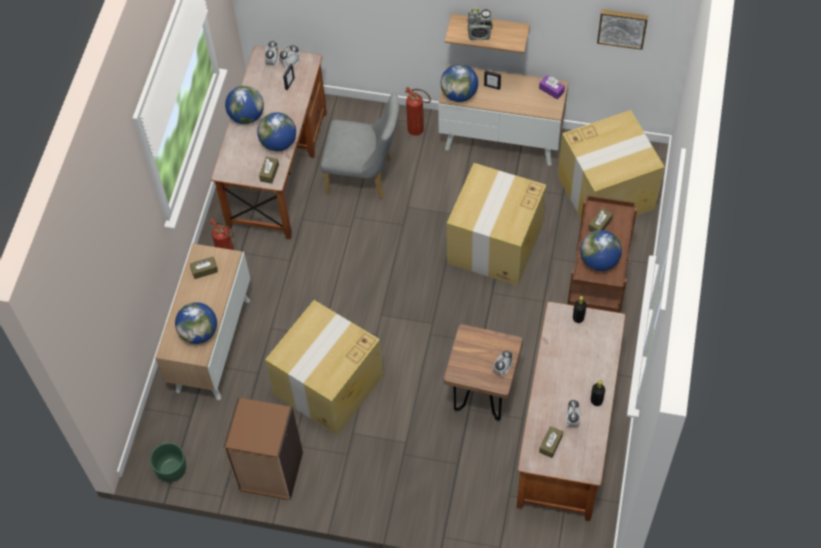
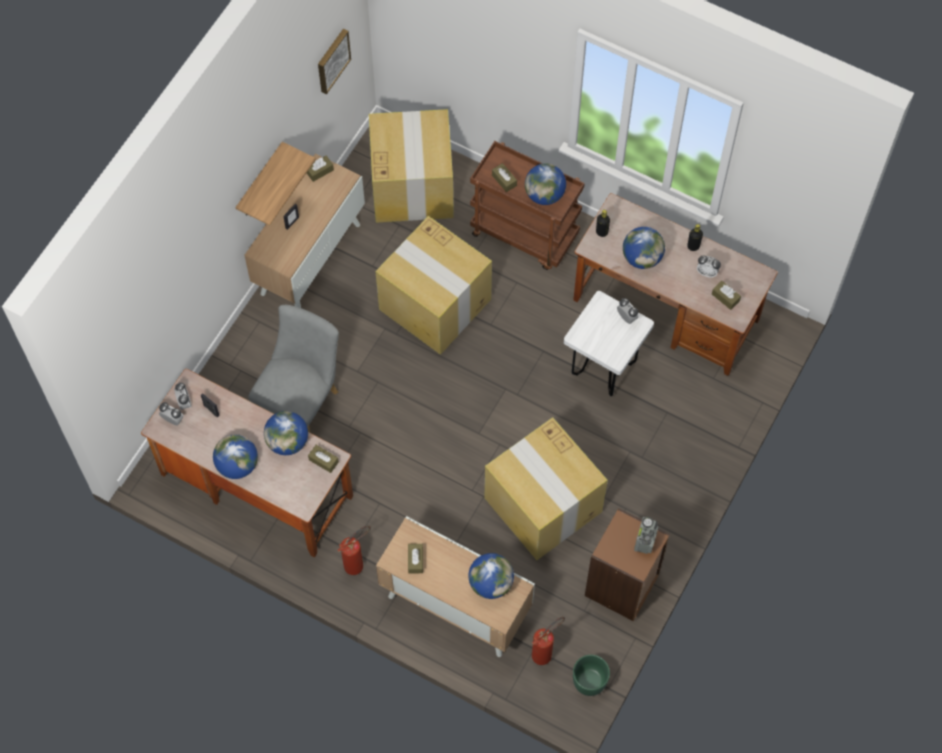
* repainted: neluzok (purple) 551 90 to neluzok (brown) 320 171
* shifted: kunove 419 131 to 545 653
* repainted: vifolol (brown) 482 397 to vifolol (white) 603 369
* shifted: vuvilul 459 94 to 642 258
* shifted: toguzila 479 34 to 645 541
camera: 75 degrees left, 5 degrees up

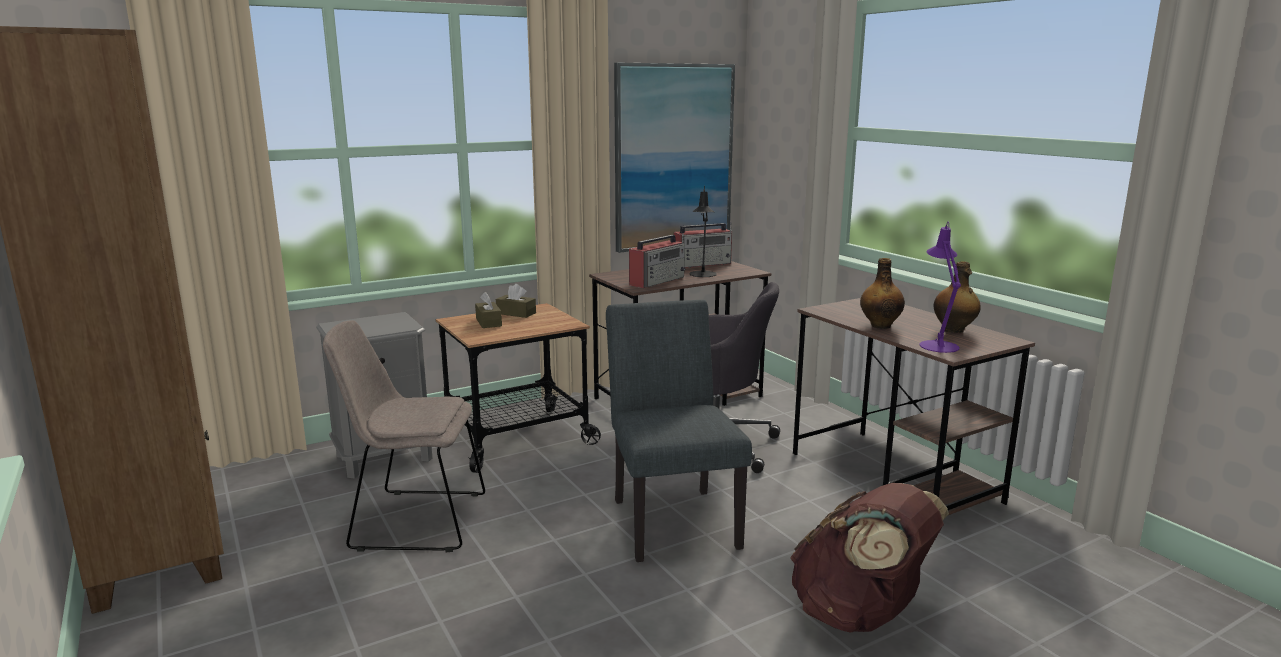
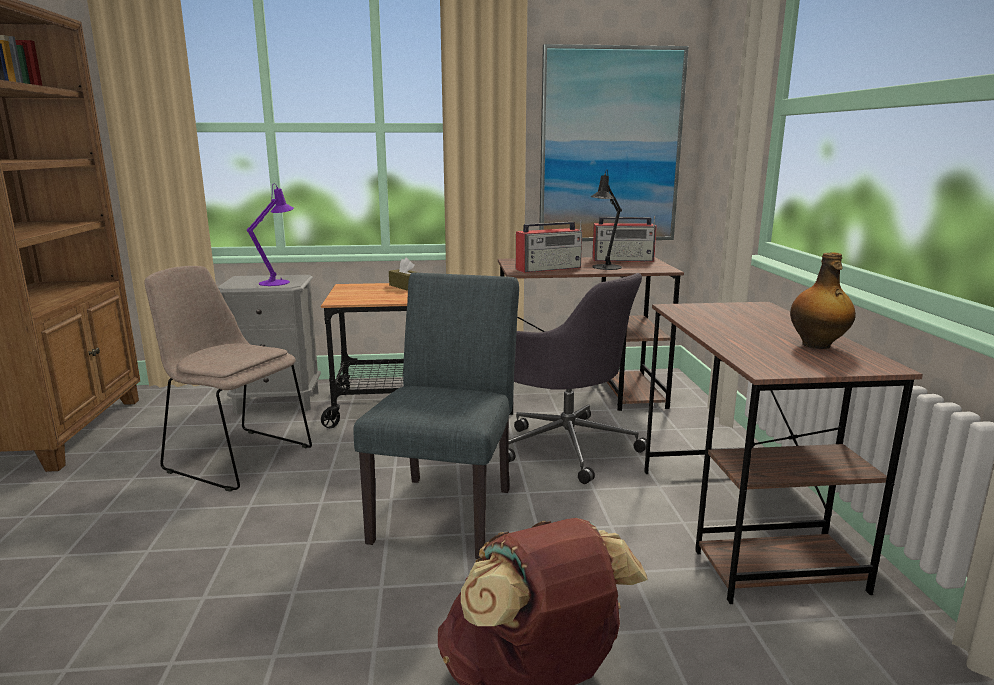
* shifted: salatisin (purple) 937 344 to 278 282
* gone: neluzok (brown) 488 322
* gone: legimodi 880 325
camera: 25 degrees right, 0 degrees up

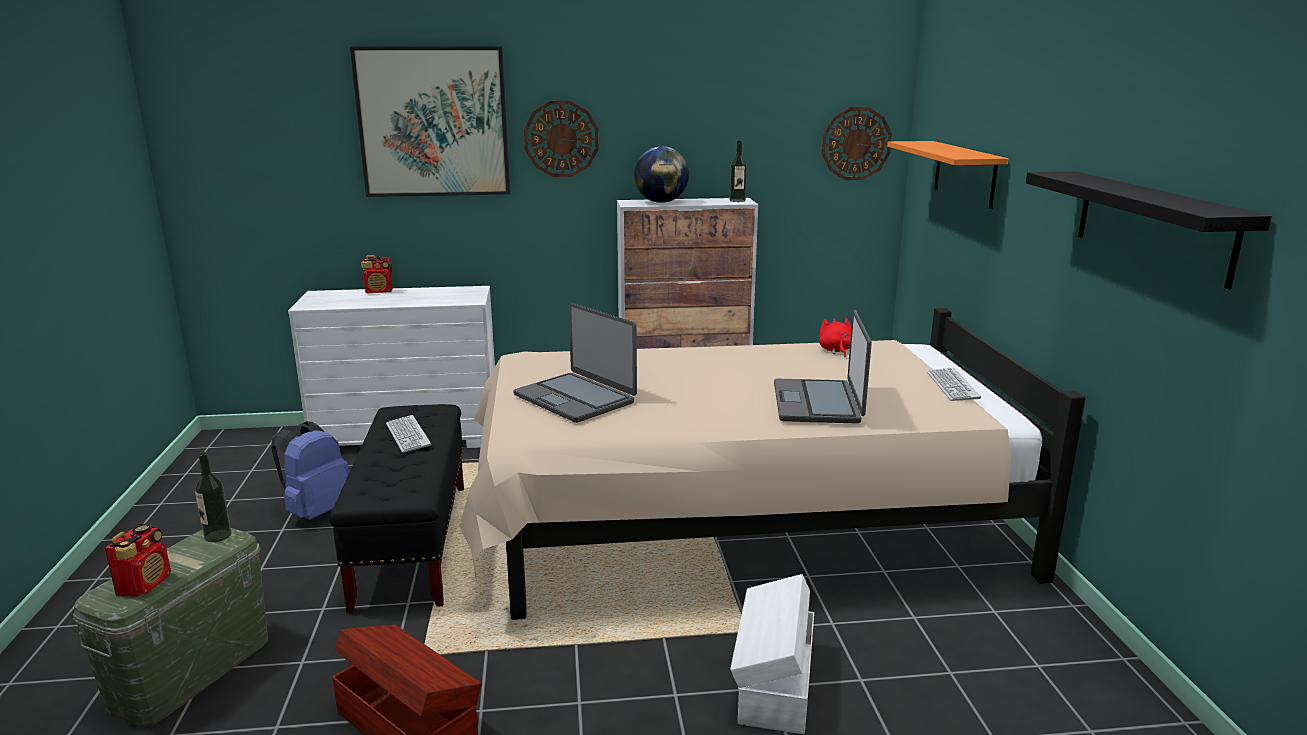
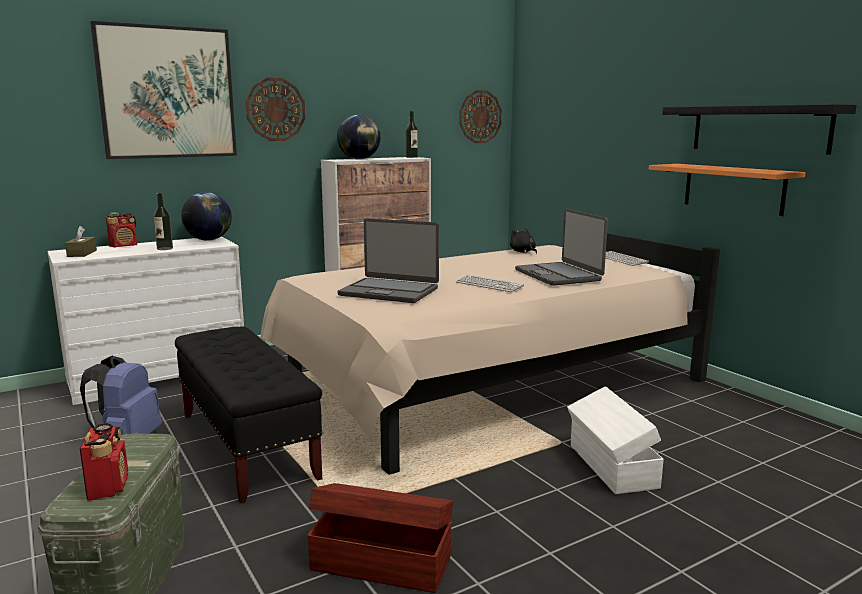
* new: neluzok (brown) 82 253
* shifted: legimodi 218 536 to 165 248
* new: vuvilul 208 240
* shifted: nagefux 408 435 to 489 285
* repainted: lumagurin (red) 835 350 to lumagurin (black) 523 252
* shifted: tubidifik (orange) 965 173 to 733 188
camera: 25 degrees left, 5 degrees down

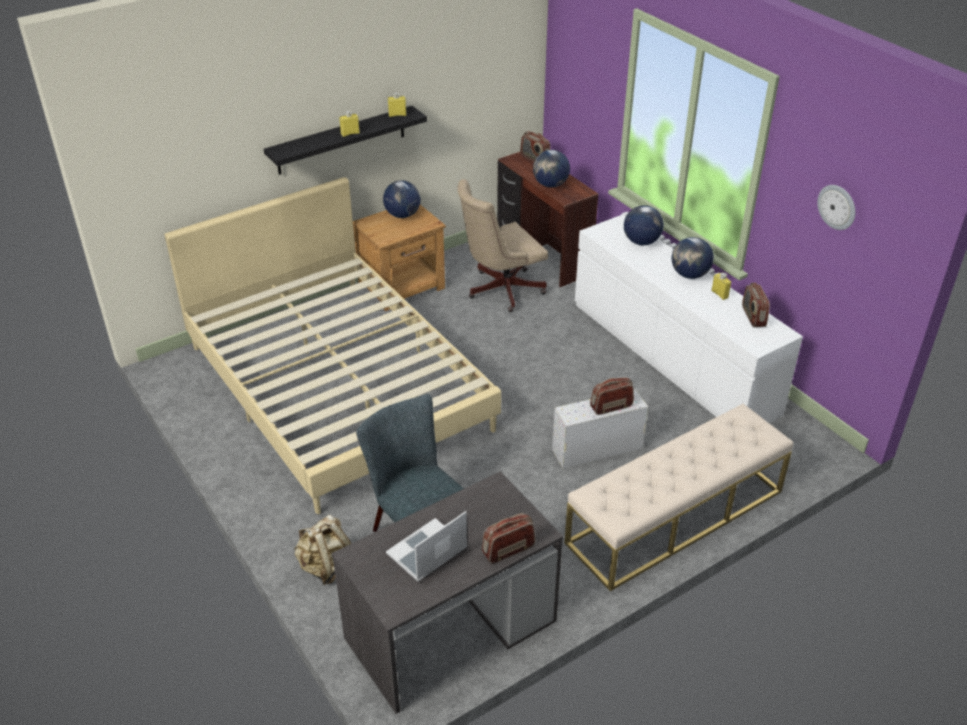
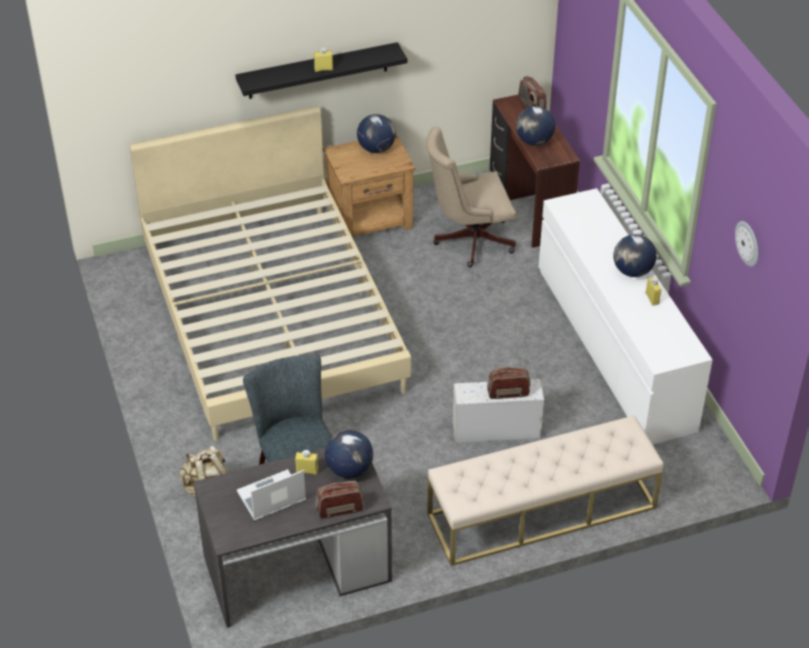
* shifted: legimodi (yellow) 397 115 to 307 471
* shifted: vuvilul 641 242 to 349 469
* gone: toguzila 753 316
camera: 15 degrees right, 5 degrees up

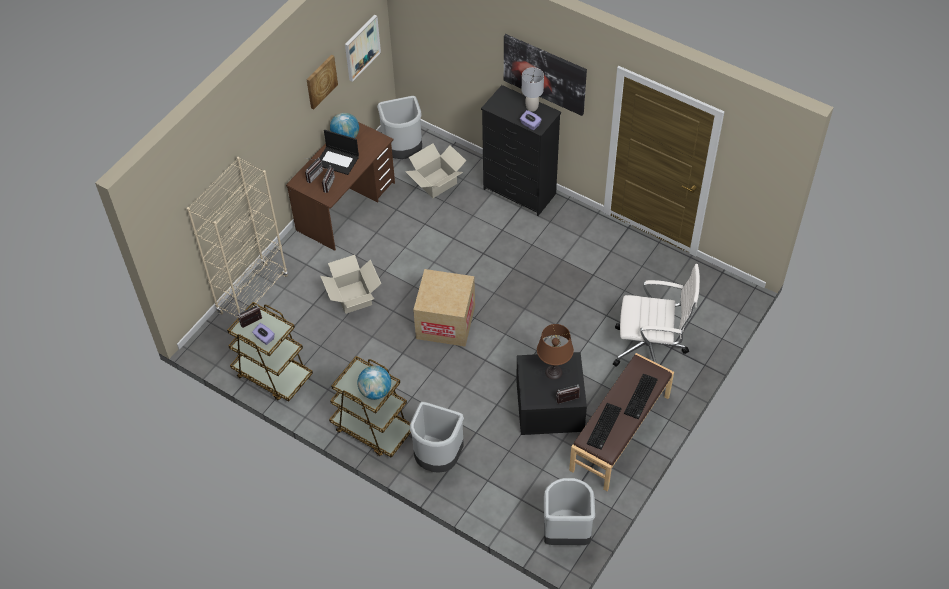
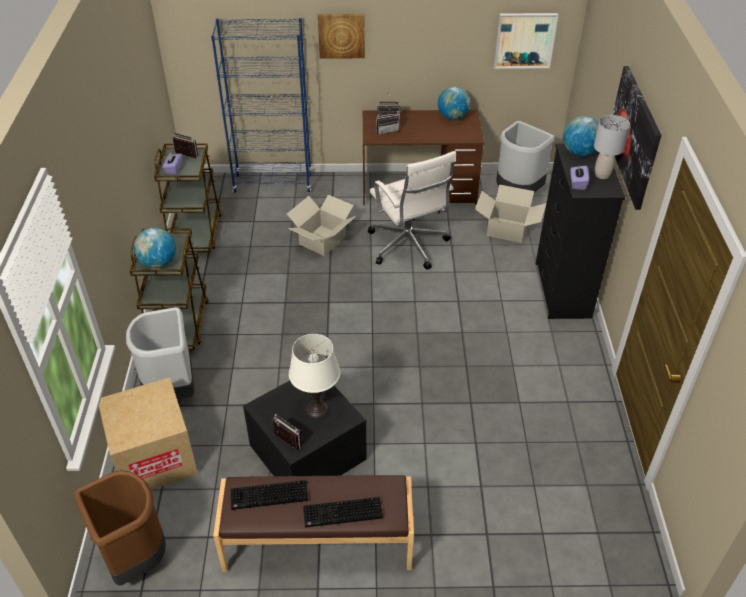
* repainted: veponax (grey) 566 534 to veponax (brown) 136 559
* shifted: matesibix 445 322 to 154 458
* repainted: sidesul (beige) 253 294 to sidesul (blue) 273 183
* repainted: salatisin (brown) 553 372 to salatisin (white) 317 409
* shifted: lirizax 321 81 to 341 35
* shifted: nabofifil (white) 650 349 to 408 246
* new: vuvilul 579 152
* gone: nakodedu 338 160
camera: 55 degrees right, 10 degrees down

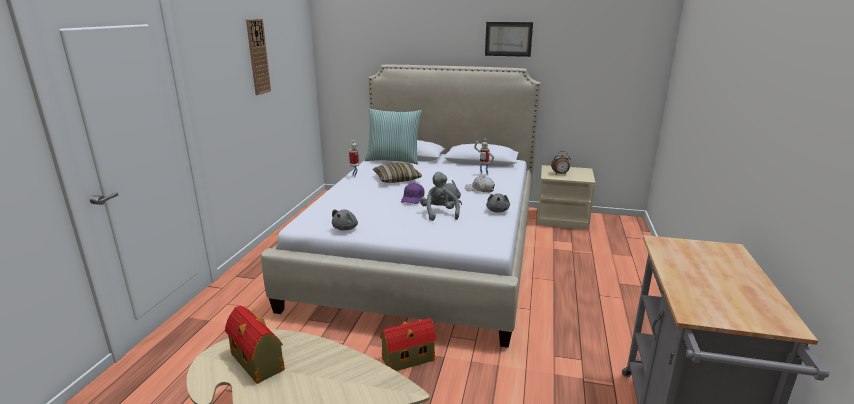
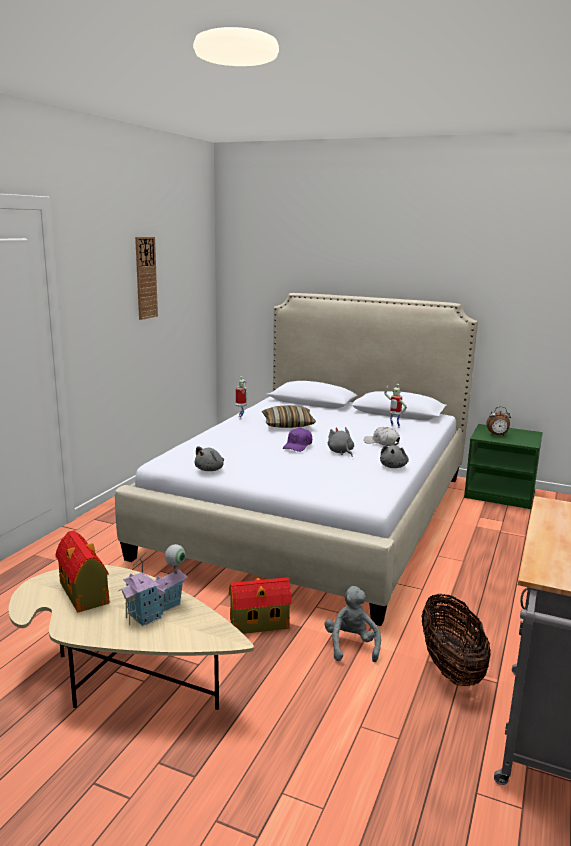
* new: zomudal 155 611
* shifted: lumagurin (grey) 439 213 to 351 645
* new: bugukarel 450 667
* repainted: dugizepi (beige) 562 219 to dugizepi (green) 500 494
* gone: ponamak 393 160
* gone: lirizax 508 39
camera: 10 degrees right, 5 degrees down

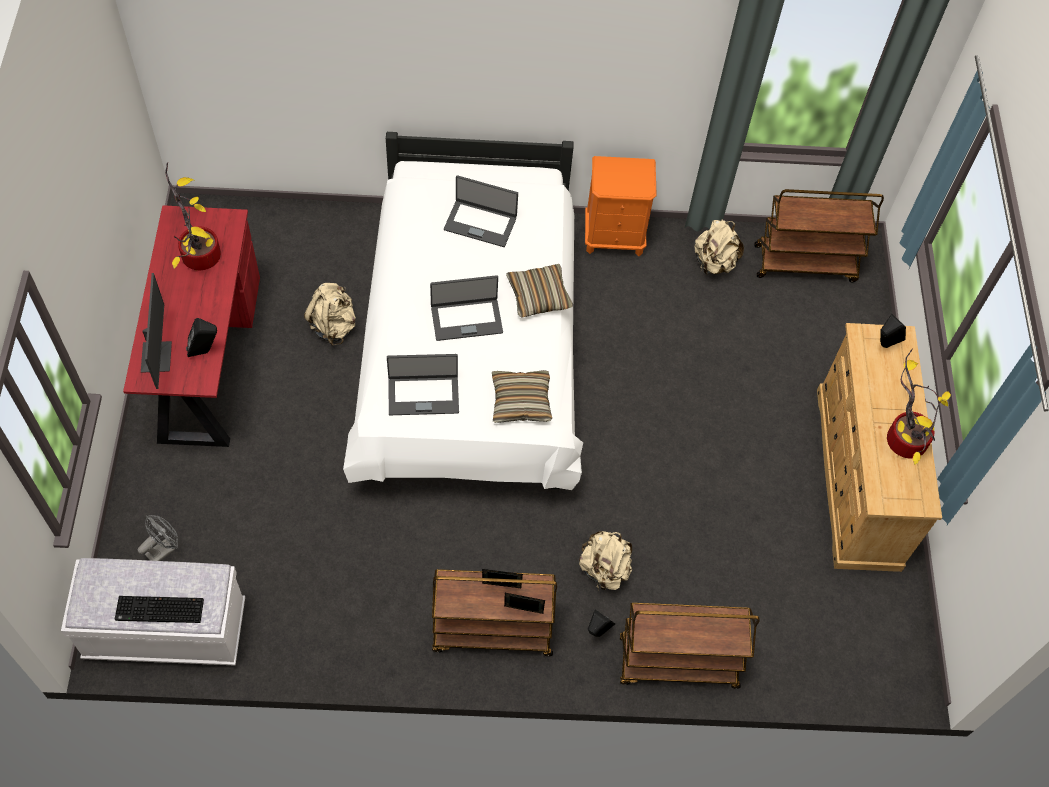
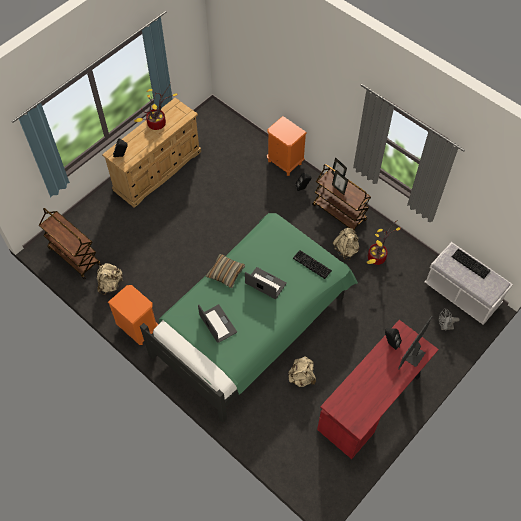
* repainted: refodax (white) 470 352 to refodax (green) 253 321
* swapped: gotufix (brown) 677 664 to dugizepi (orange) 285 162
* swapped: nakodedu 423 395 to nagefux 311 265
* shifted: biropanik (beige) 604 569 to 346 249
* shifted: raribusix 198 254 to 377 258
* gone: ponamak 521 401
camera: 135 degrees left, 0 degrees up

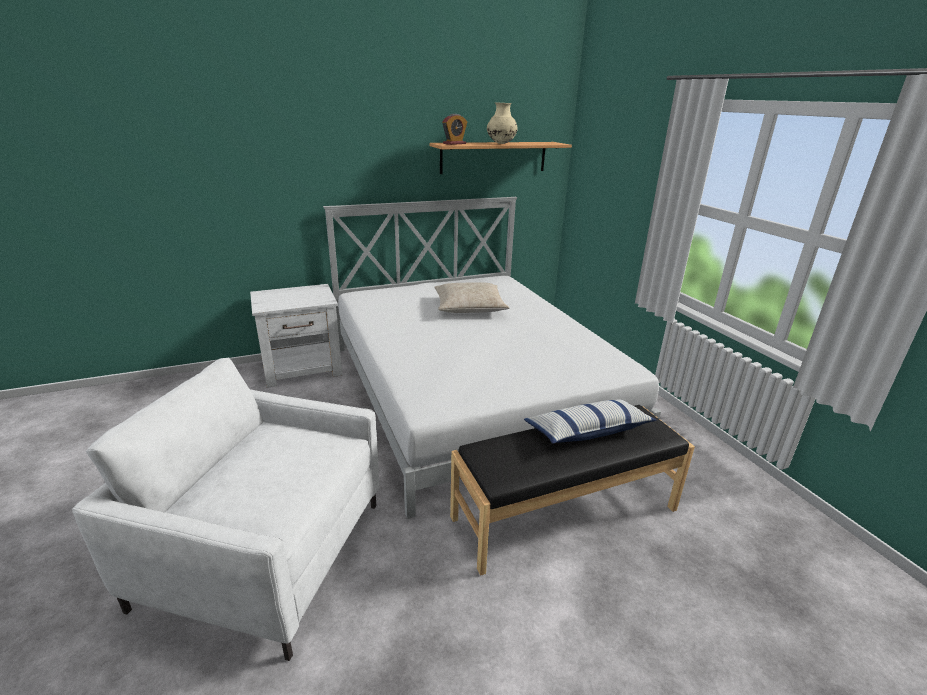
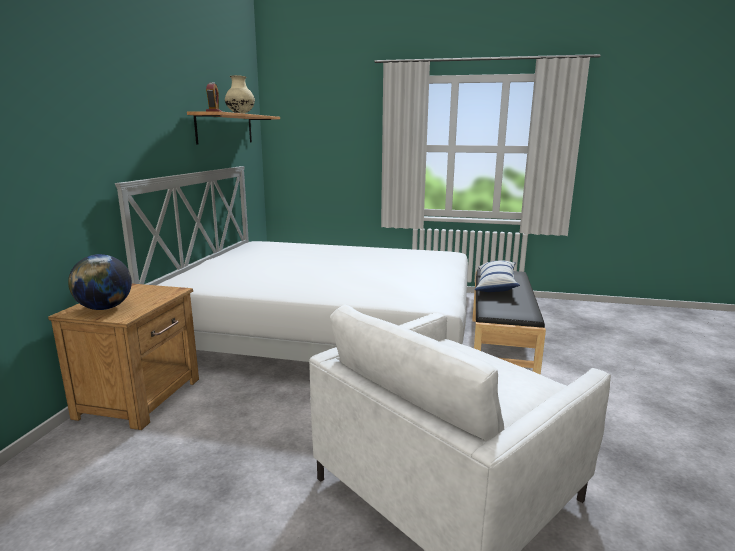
* repainted: dugizepi (white) 303 368 to dugizepi (brown) 141 397
* new: vuvilul 104 308
* gone: ponamak (beige) 469 307
camera: 55 degrees left, 10 degrees down

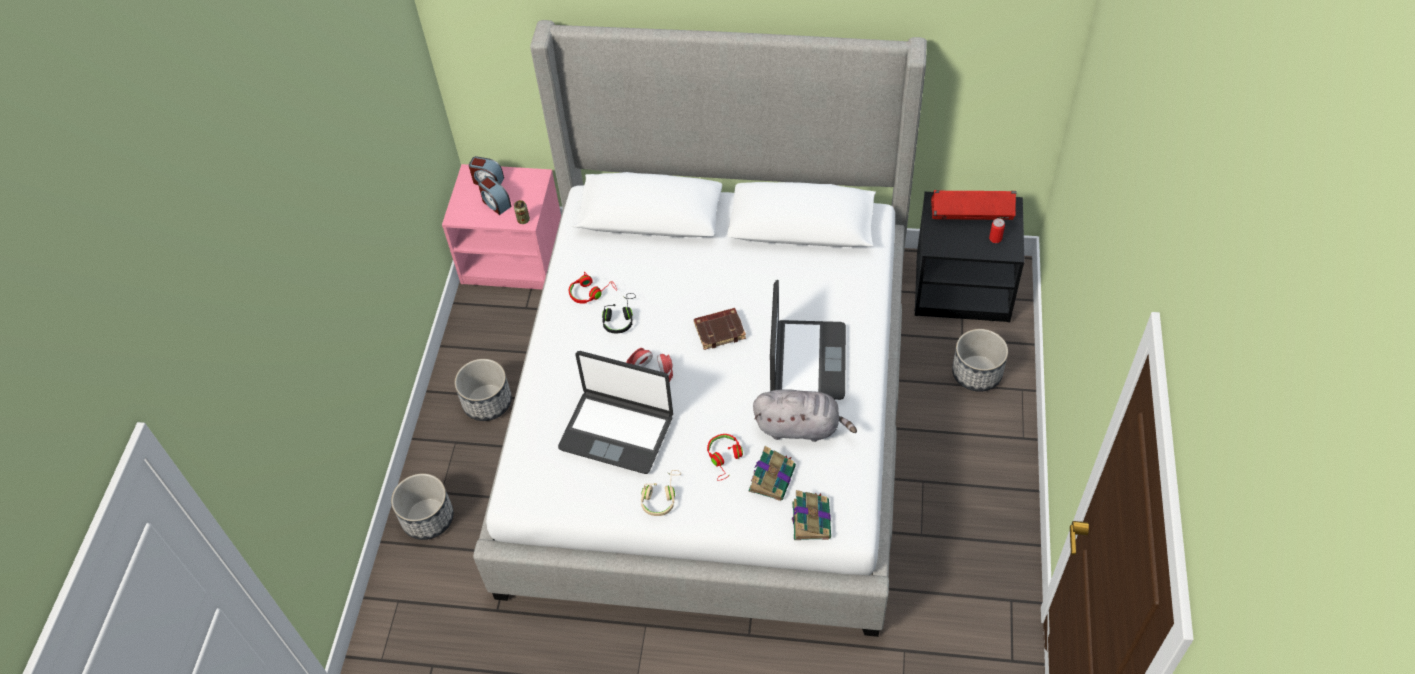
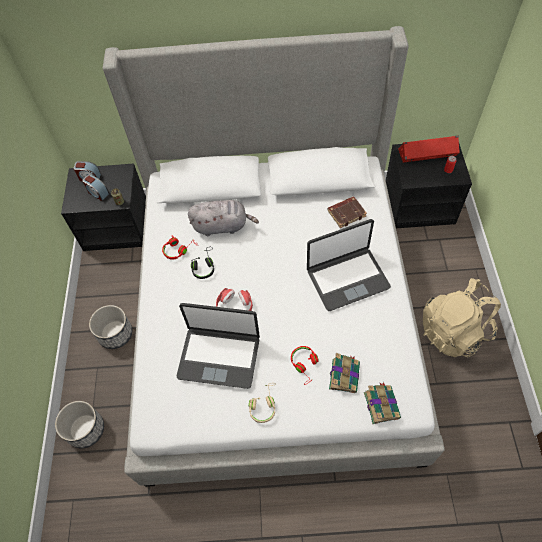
* repainted: dugizepi (pink) 514 256 to dugizepi (black) 117 226
* shifted: lumagurin (grey) 801 427 to 222 226
* rotated: nakodedu 807 361 = 347 278 75 degrees clockwise
* shifted: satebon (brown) 720 330 to 346 213
* new: biropanik (beige) 454 331
* gone: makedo 977 373
camera: 10 degrees left, 5 degrees up

